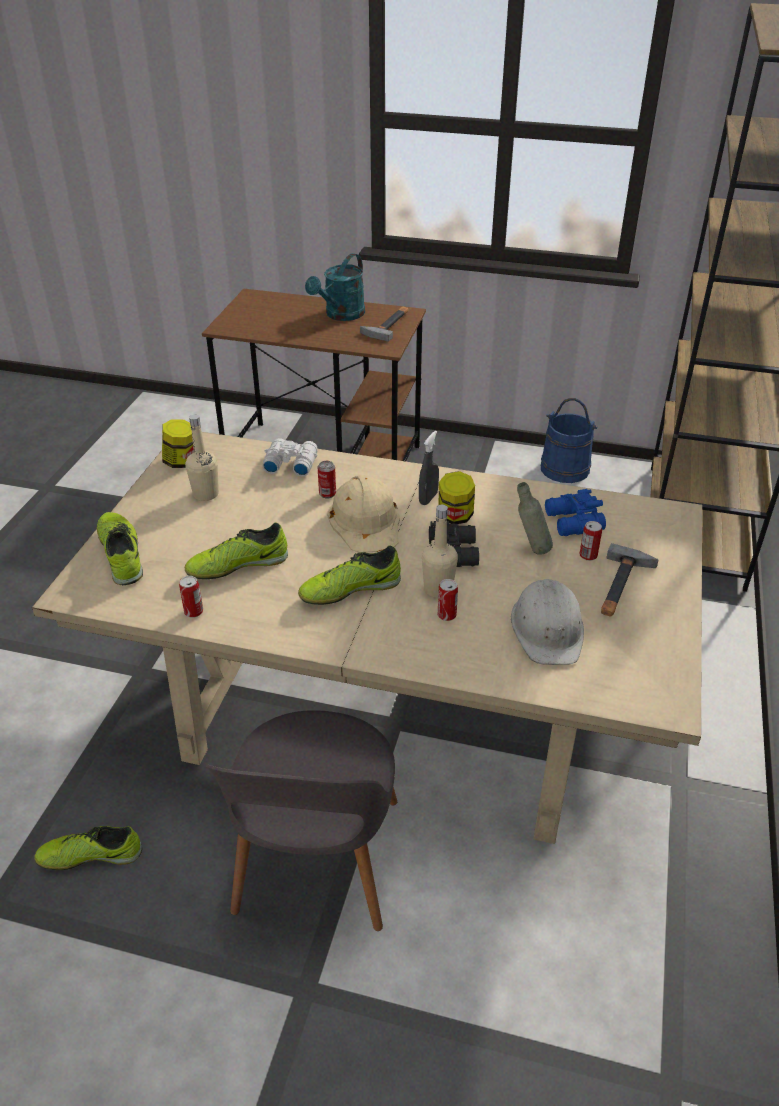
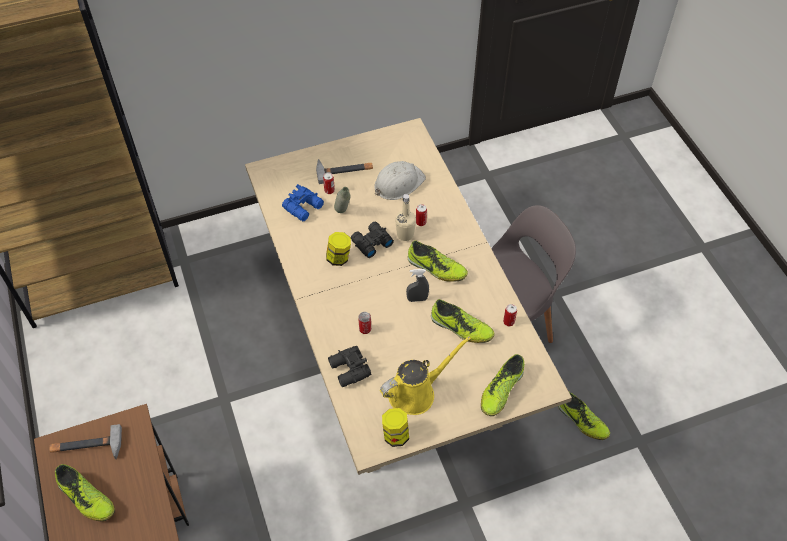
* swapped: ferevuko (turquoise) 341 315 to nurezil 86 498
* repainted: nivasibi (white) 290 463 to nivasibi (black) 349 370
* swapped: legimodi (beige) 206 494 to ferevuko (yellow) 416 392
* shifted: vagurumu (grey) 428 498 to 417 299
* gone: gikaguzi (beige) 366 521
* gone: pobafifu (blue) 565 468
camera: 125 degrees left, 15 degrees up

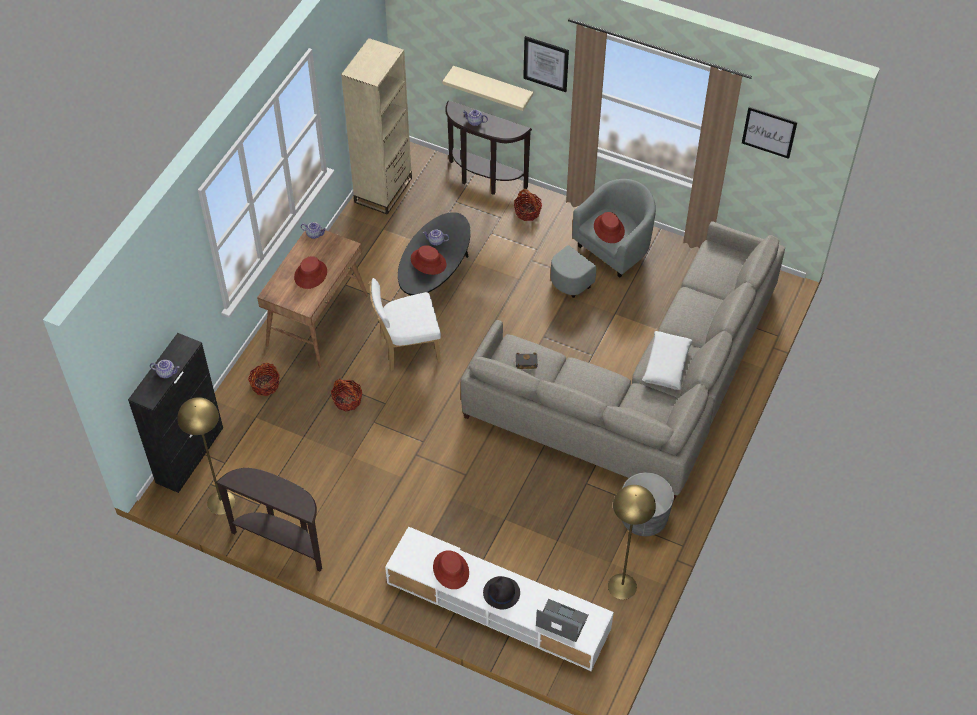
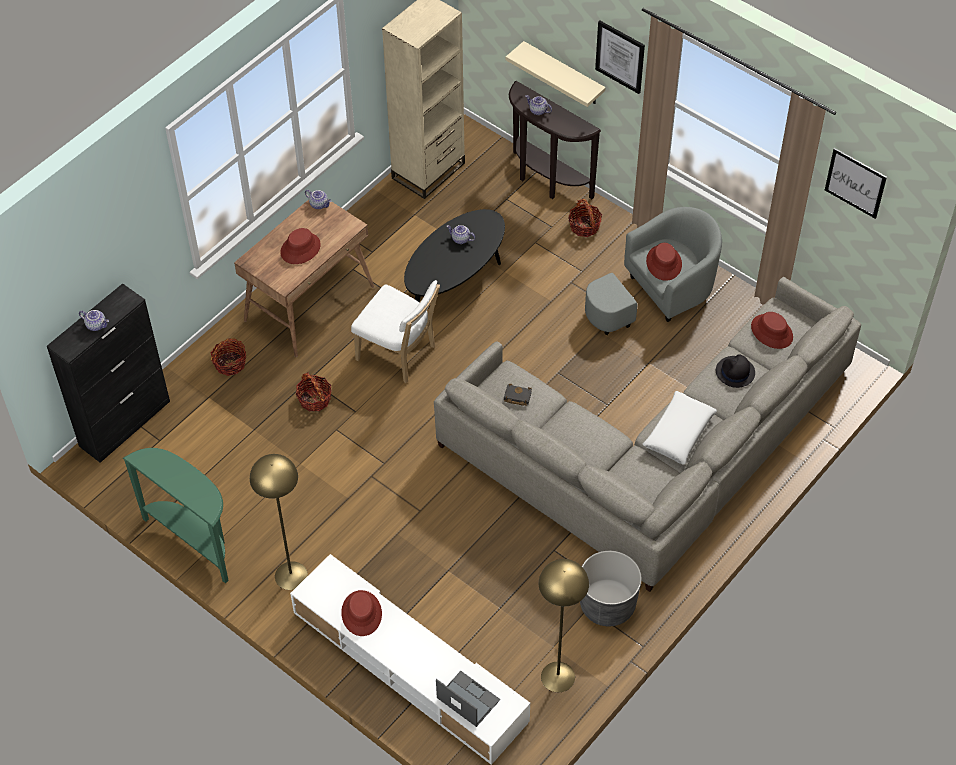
* repainted: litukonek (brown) 282 541 to litukonek (green) 194 540
* shifted: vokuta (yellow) 221 502 to 291 575
* rotated: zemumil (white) 407 348 = 399 355 150 degrees counterclockwise
* shifted: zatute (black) 501 593 to 735 372
* shifted: zatute (red) 428 262 to 772 331
camera: 15 degrees right, 0 degrees up

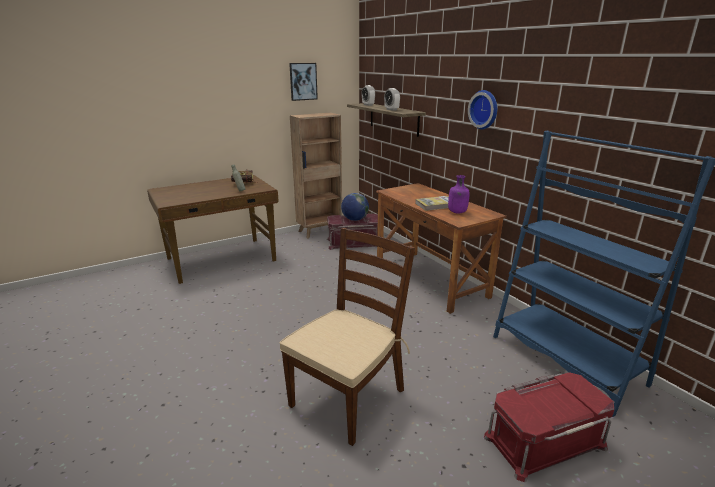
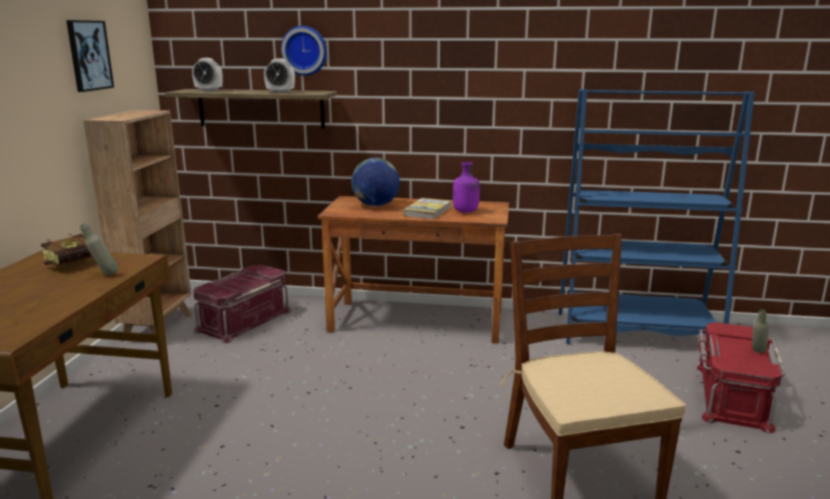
* shifted: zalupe 485 109 to 305 50
* shifted: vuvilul 355 219 to 376 205
* new: legimodi (grey) 757 353
camera: 50 degrees left, 5 degrees down

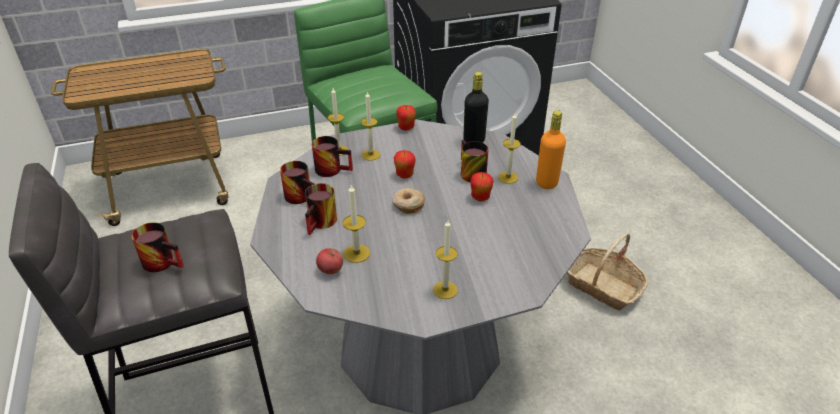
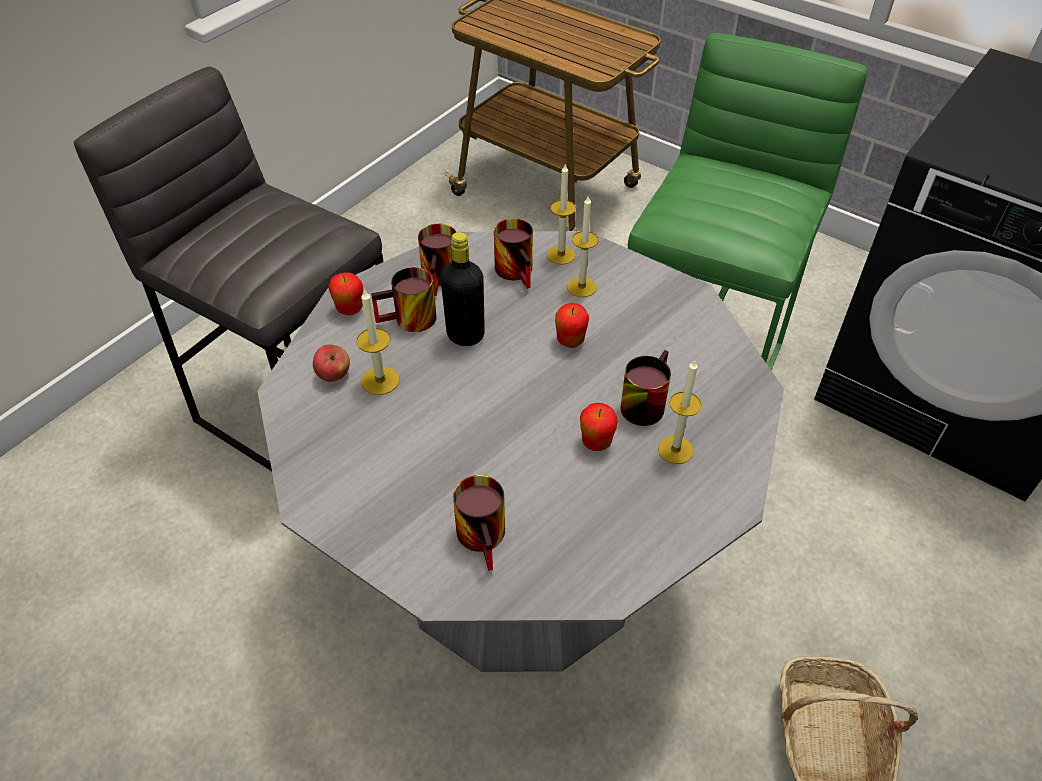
* shifted: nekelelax 406 128 to 350 309
* shifted: legimodi (black) 474 140 to 465 335
* shifted: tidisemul 165 261 to 487 537
* gone: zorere 408 205
* gone: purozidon 445 290
* gone: legimodi (orange) 546 183
camera: 55 degrees right, 10 degrees up

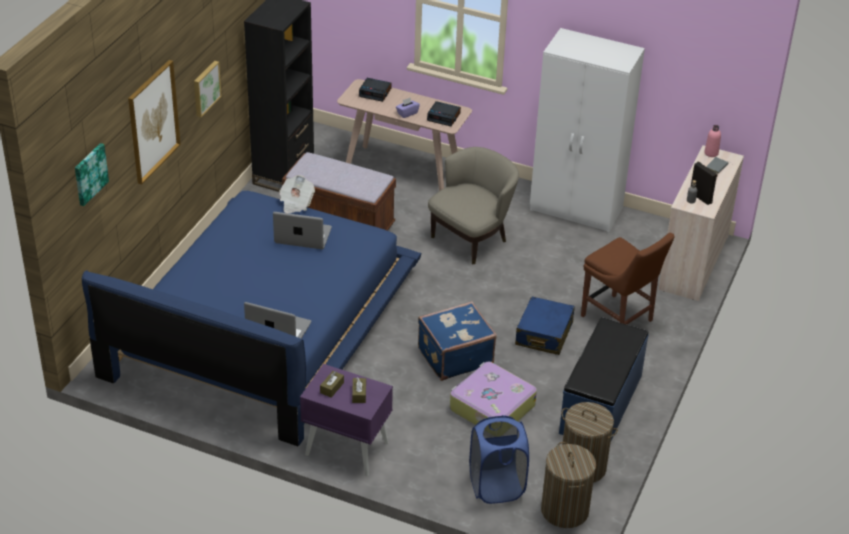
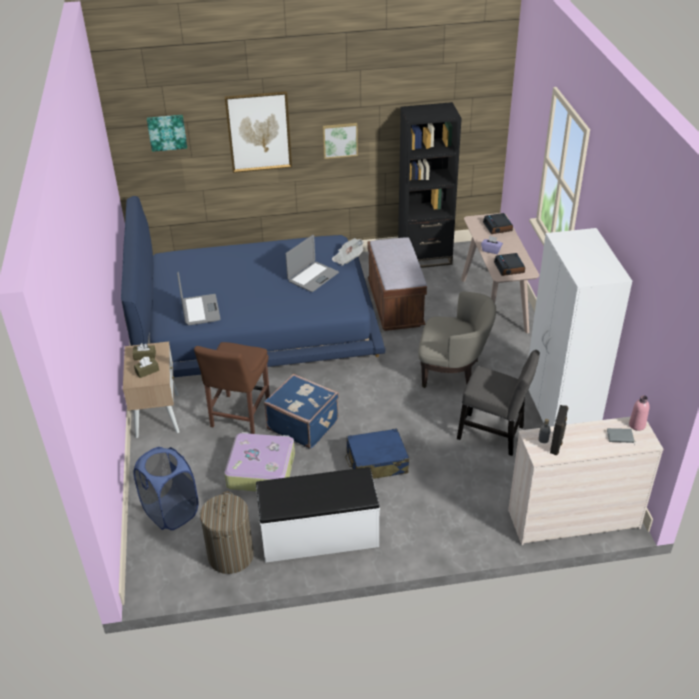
* repainted: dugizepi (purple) 346 448 to dugizepi (beige) 157 415
* shifted: zemumil (brown) 619 320 to 238 416
* repainted: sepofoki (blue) 601 404 to sepofoki (white) 319 535
* rotated: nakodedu 303 236 = 313 277 60 degrees clockwise
* new: zemumil (grey) 494 434
* gone: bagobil 564 510
camera: 60 degrees right, 0 degrees up

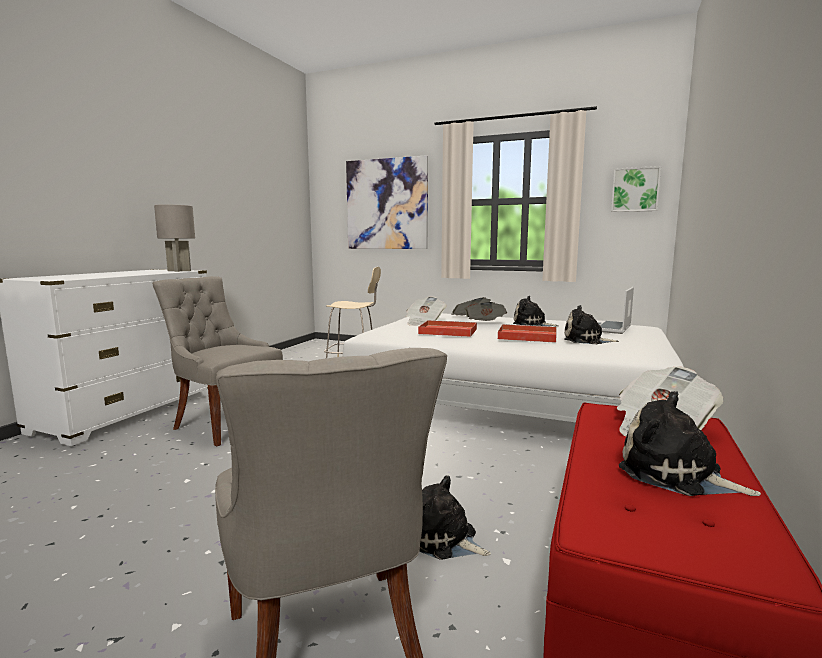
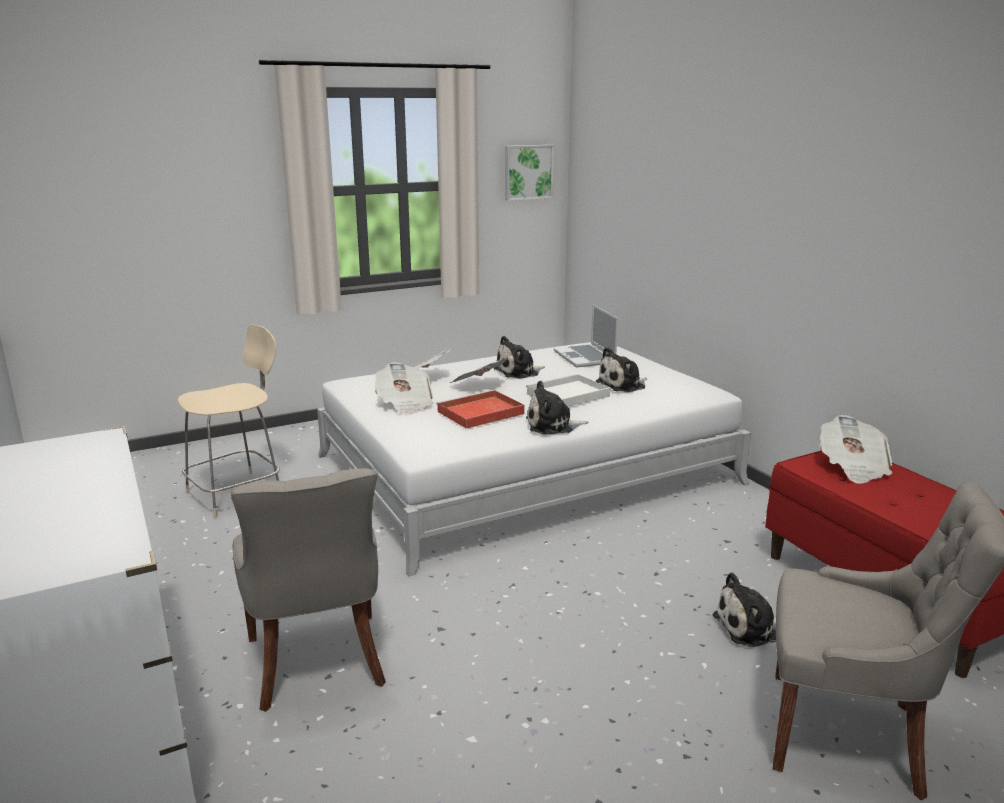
* rotated: zemumil (grey) 225 424 = 317 663 90 degrees counterclockwise
* repainted: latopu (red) 526 336 to latopu (white) 567 395
* shifted: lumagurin 676 474 to 552 425
* gone: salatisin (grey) 179 271
* gone: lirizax 387 204
camera: 50 degrees left, 10 degrees up

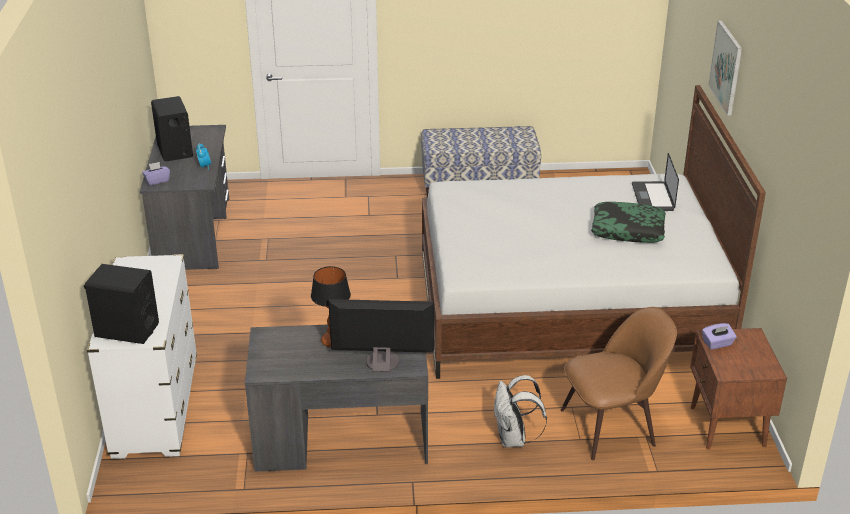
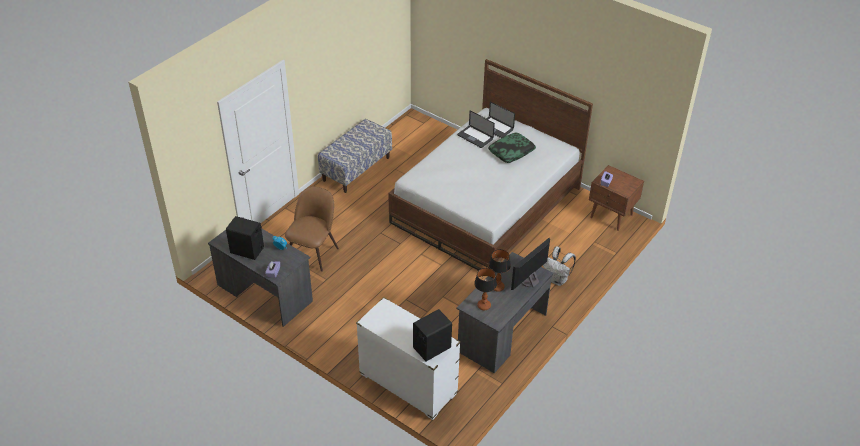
* shifted: zemumil (brown) 611 426 to 313 252
* new: nakodedu 475 137
* new: salatisin 484 305
* gone: lirizax 726 67
camera: 50 degrees left, 10 degrees up

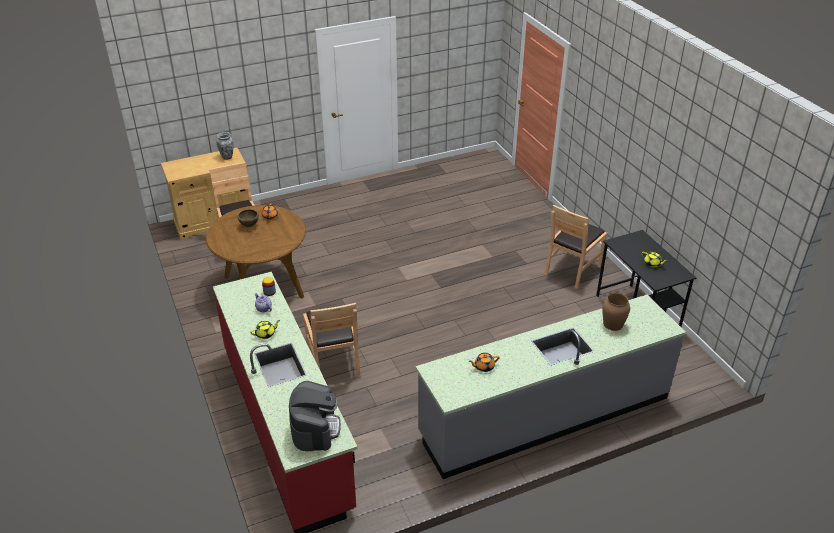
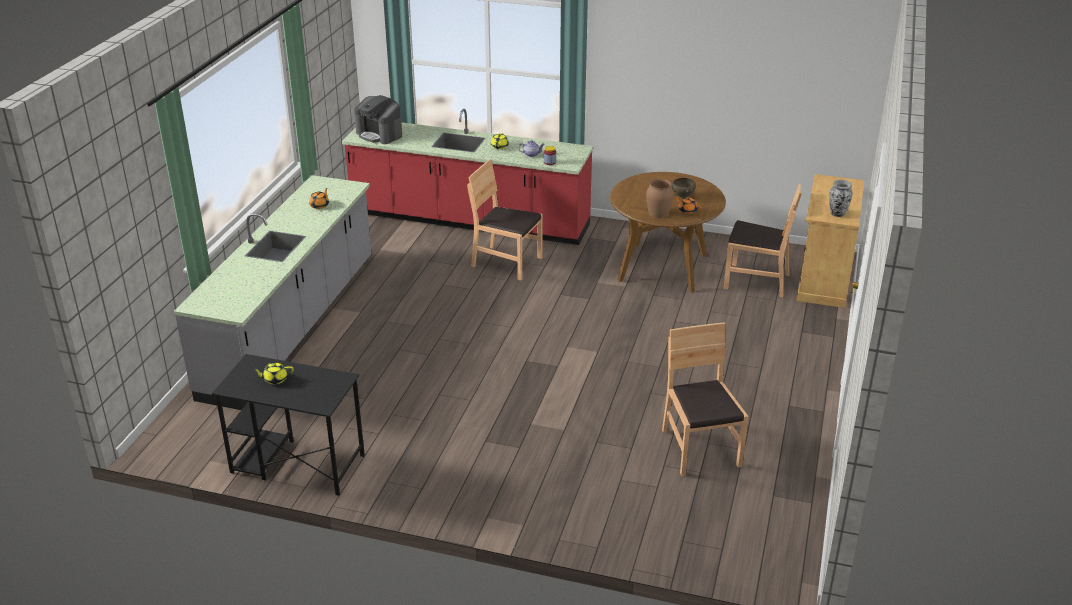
* shifted: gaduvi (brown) 612 324 to 658 213
* shifted: zemumil (brown) 572 269 to 699 448
camera: 130 degrees right, 5 degrees down

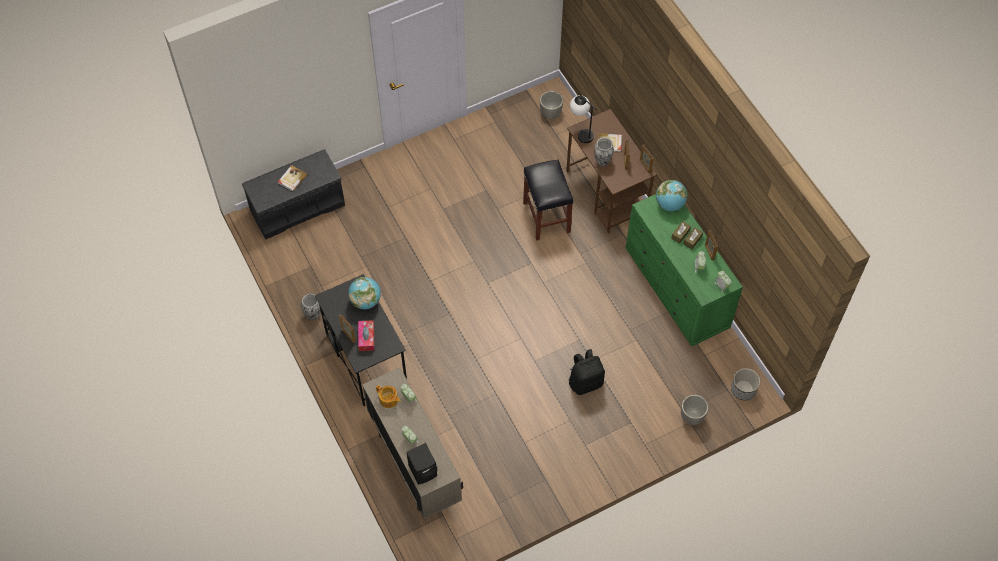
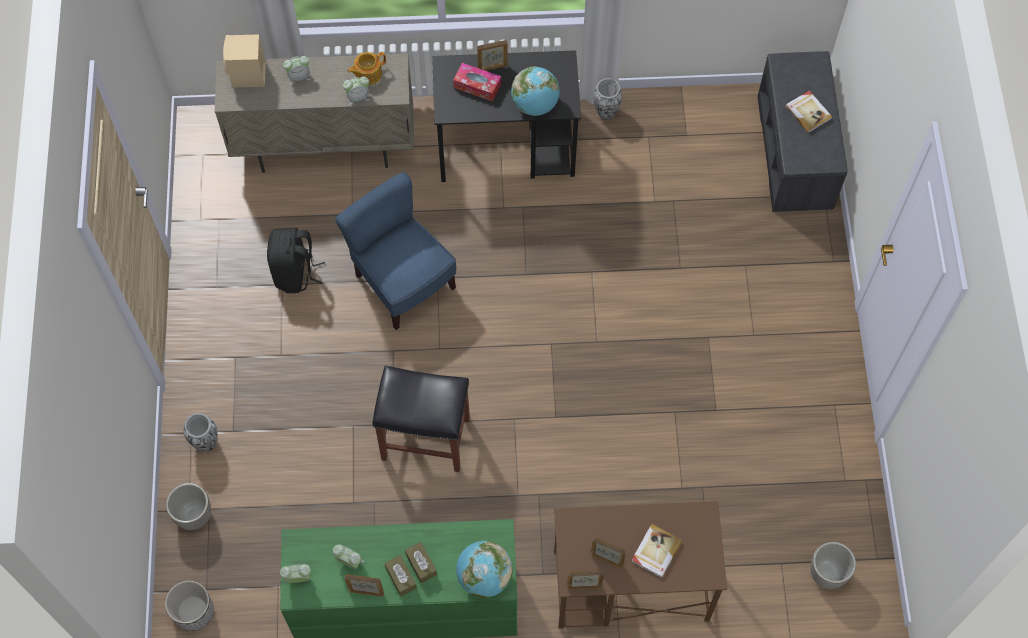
* shifted: gaduvi 602 161 to 206 443
* repainted: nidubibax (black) 424 470 to nidubibax (beige) 248 76
* shifted: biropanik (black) 585 382 to 295 273
* new: zemumil (blue) 403 283
* shifted: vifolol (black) 546 216 to 427 438
* gone: salatisin 581 133
camera: 115 degrees right, 5 degrees up

